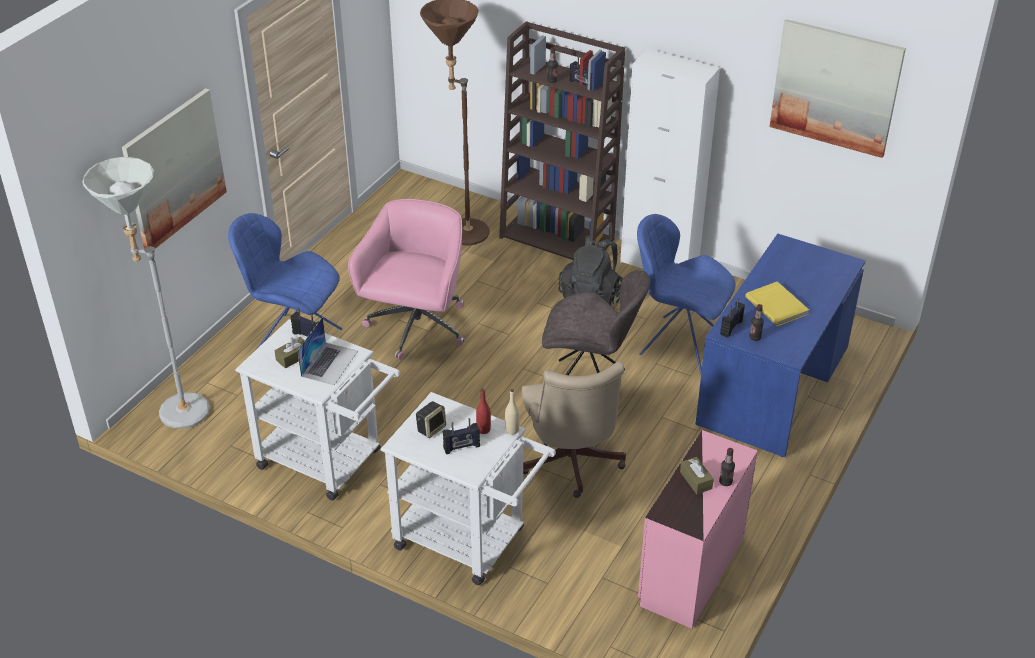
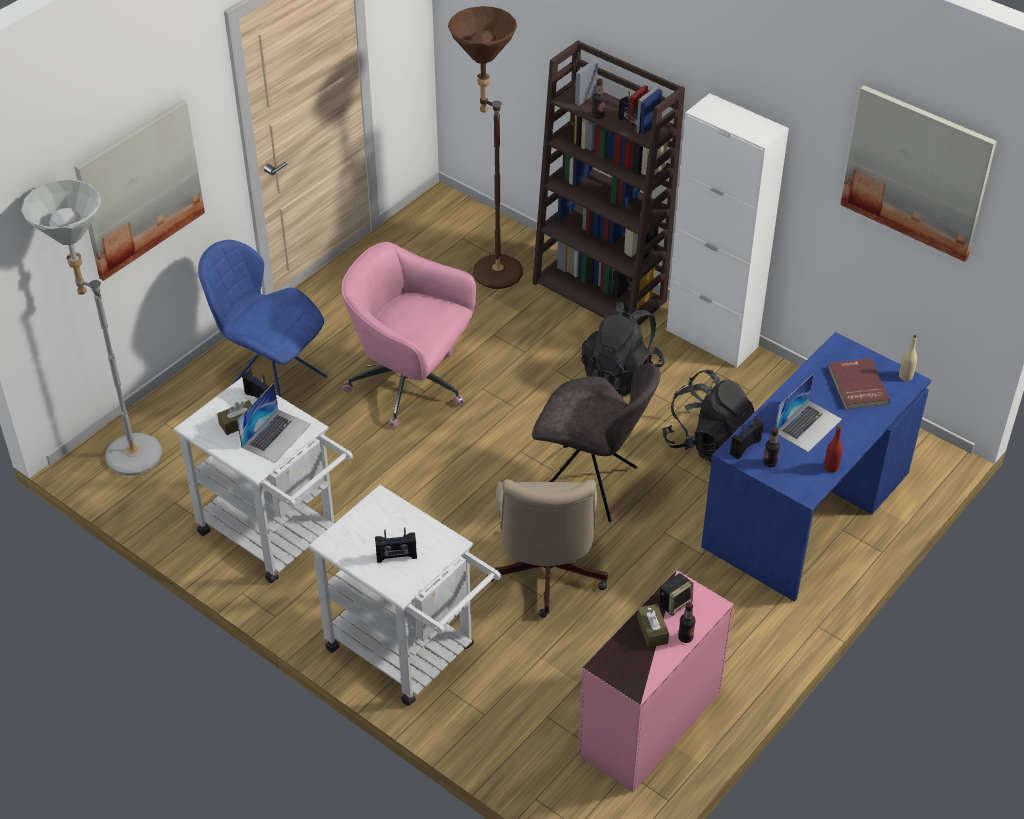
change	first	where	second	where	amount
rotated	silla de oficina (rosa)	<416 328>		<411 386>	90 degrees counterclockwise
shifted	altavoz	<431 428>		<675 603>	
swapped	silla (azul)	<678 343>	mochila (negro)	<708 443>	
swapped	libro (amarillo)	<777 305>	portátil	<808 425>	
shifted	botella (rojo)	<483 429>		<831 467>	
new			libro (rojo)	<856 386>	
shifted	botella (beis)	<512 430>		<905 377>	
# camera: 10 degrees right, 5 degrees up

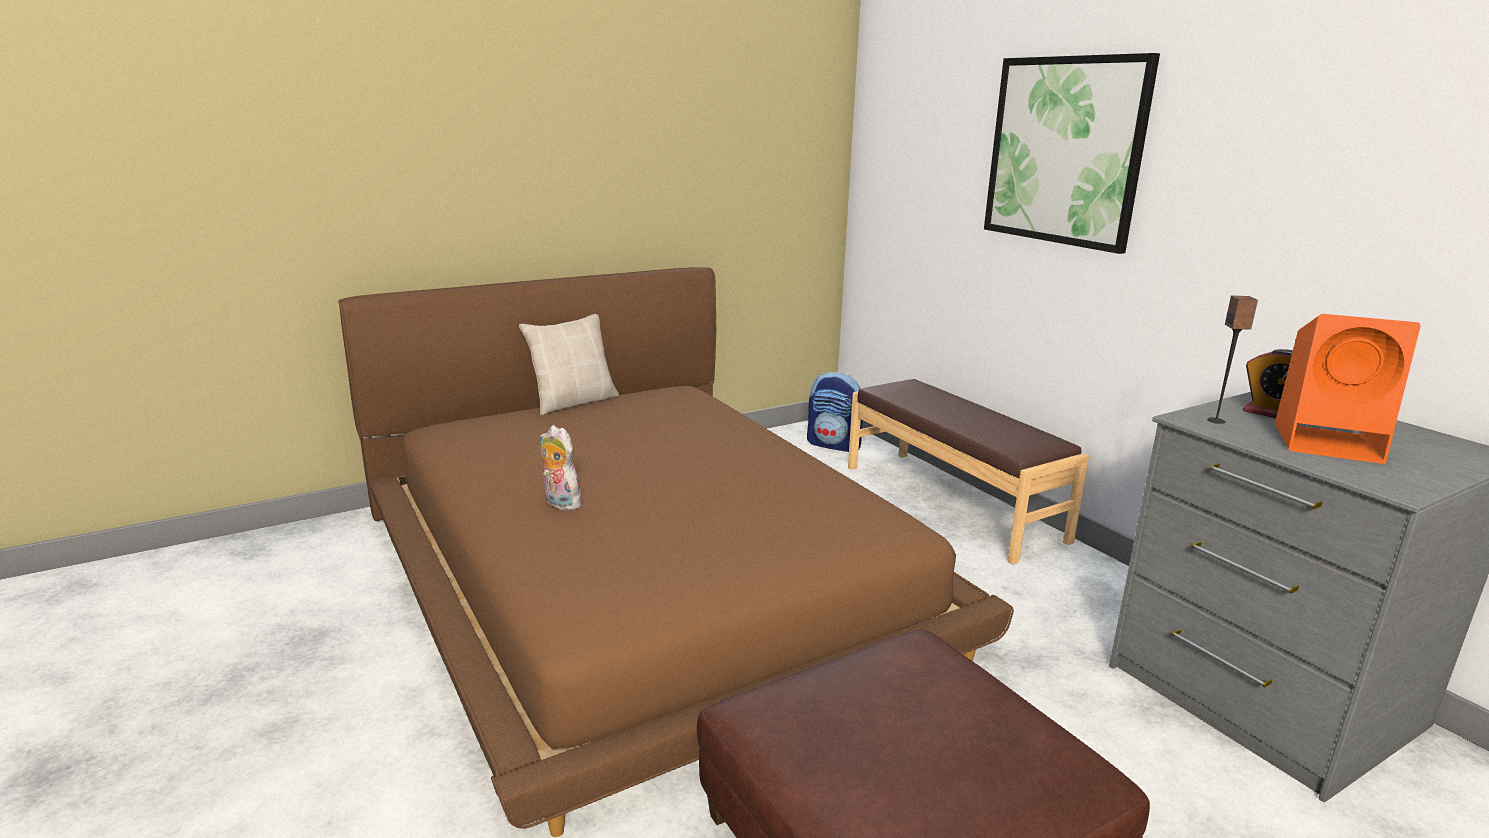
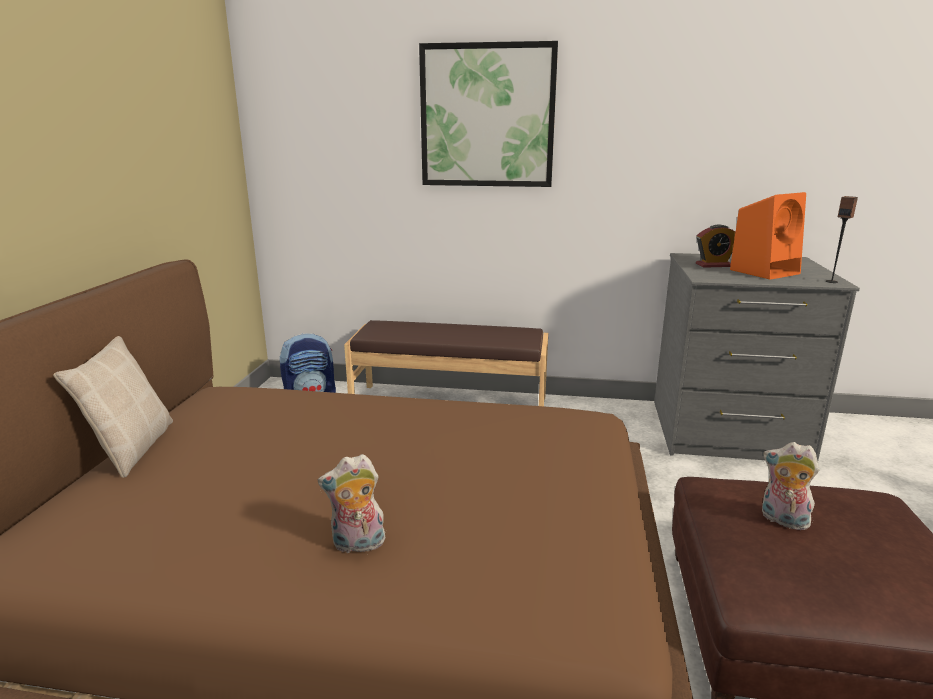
change	first	where	second	where	amount
new			peluche	<782 520>	
shifted	altavoz	<1216 421>		<831 281>	
# camera: 50 degrees left, 0 degrees up

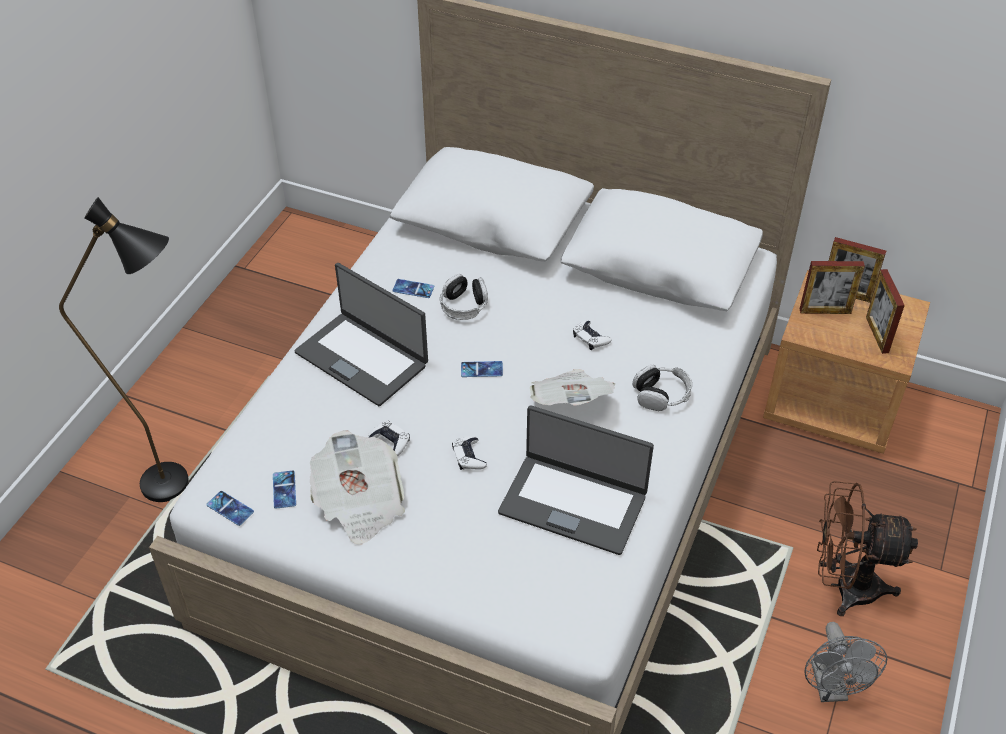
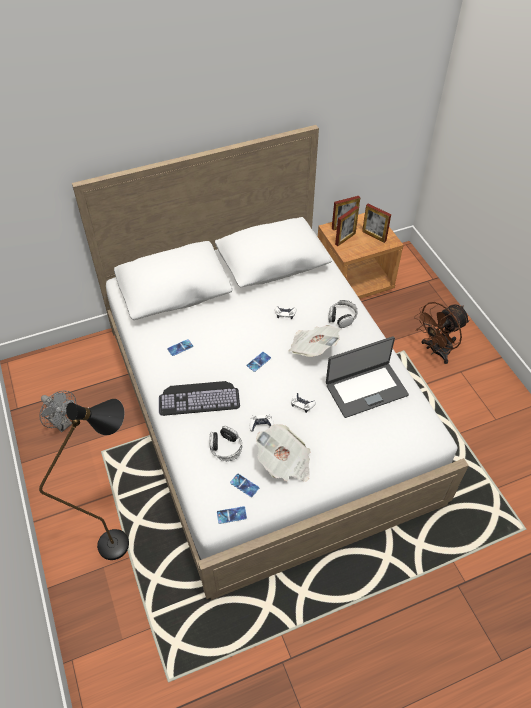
change	first	where	second	where	amount
shifted	ventilador (gris)	<831 689>		<63 424>	
swapped	portátil	<362 358>	teclado	<199 397>	
shifted	auriculares	<464 305>		<225 447>	
# camera: 45 degrees left, 5 degrees up

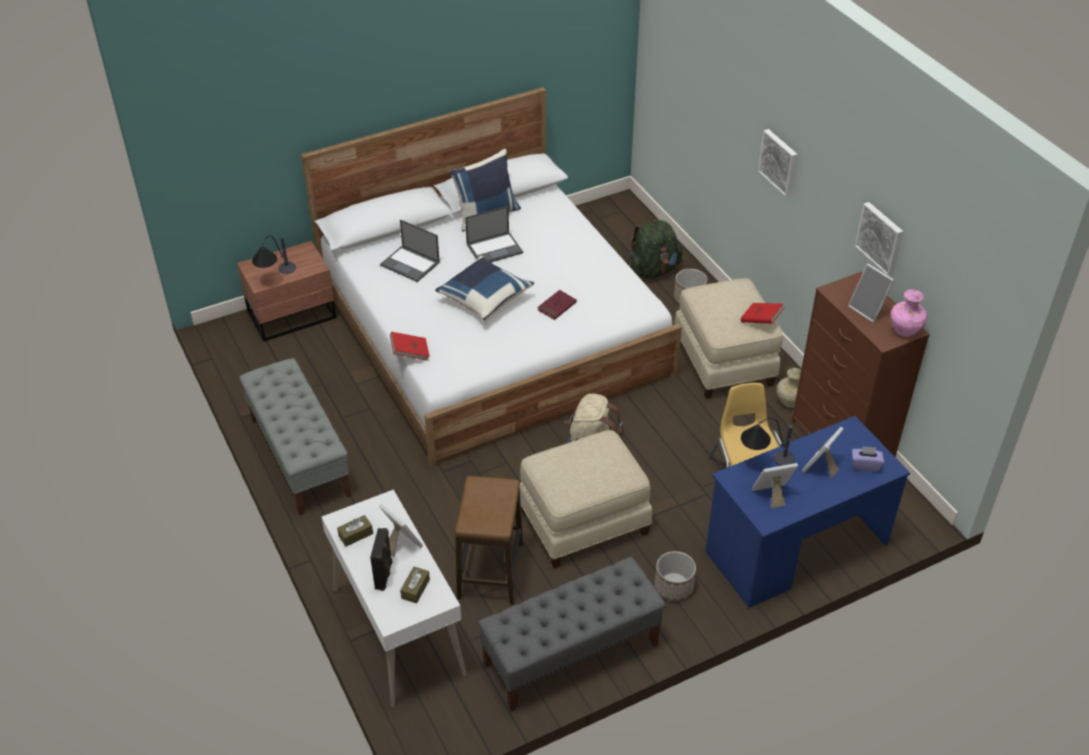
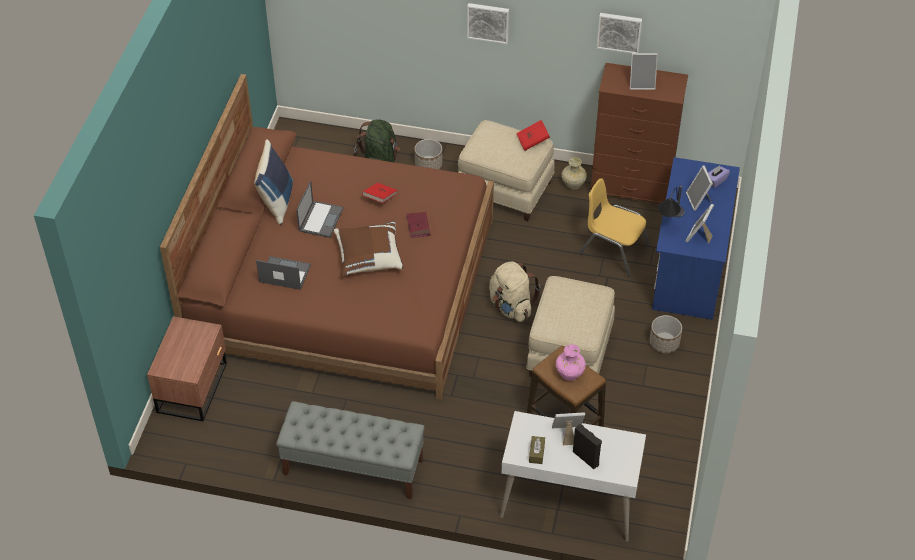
change	first	where	second	where	amount
repainted	cama (blanco)	<493 330>	cama (marrón)	<342 284>	
rotated	portátil	<410 264>		<284 273>	150 degrees counterclockwise
repainted	cojín (azul)	<484 299>	cojín (marrón)	<369 257>	
shifted	libro (rojo)	<410 353>		<379 198>	
shifted	florero (rosa)	<904 331>		<569 374>	
gone	lámpara de mesa	<276 278>			
gone	caja de pañuelos (marrón)	<415 589>			
gone	banco (gris)	<570 655>			
# camera: 50 degrees left, 5 degrees up

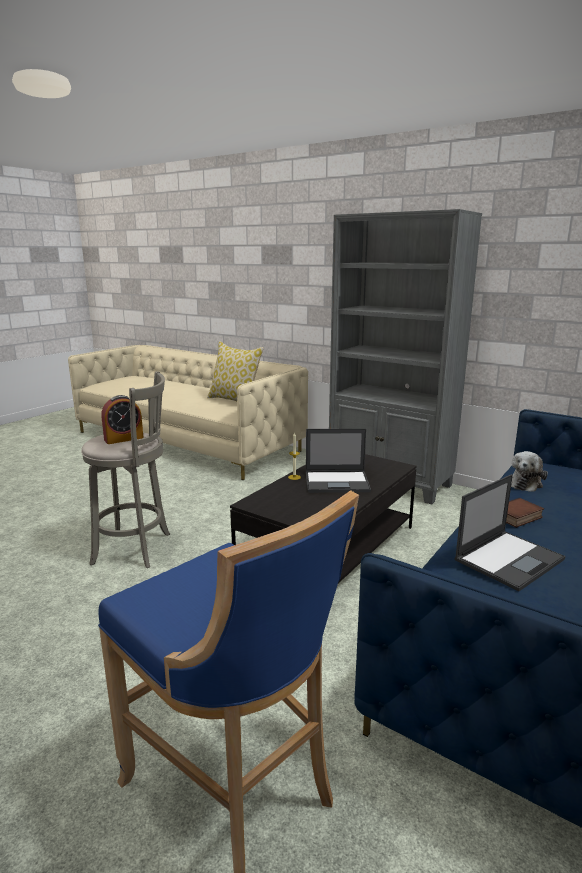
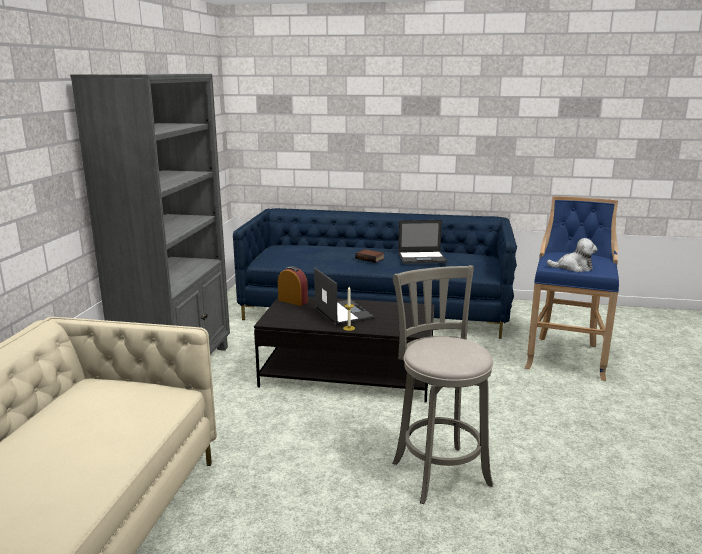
change	first	where	second	where	amount
shifted	despertador	<123 439>		<293 301>	
rotated	portátil	<509 559>		<422 258>	150 degrees clockwise
shifted	peluche	<525 483>		<573 267>	
gone	cojín	<235 401>			
# camera: 115 degrees left, 0 degrees up

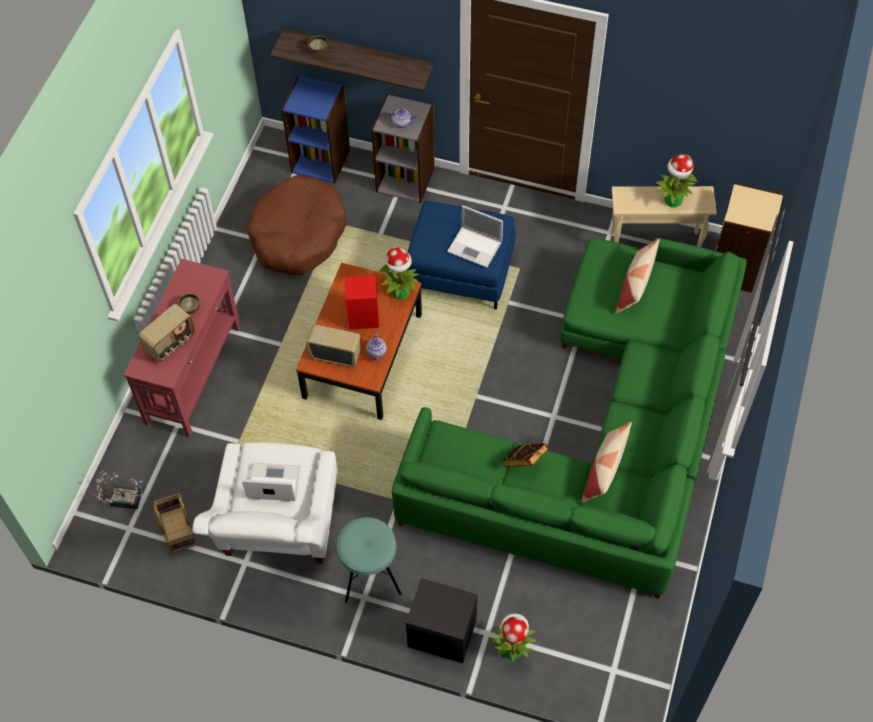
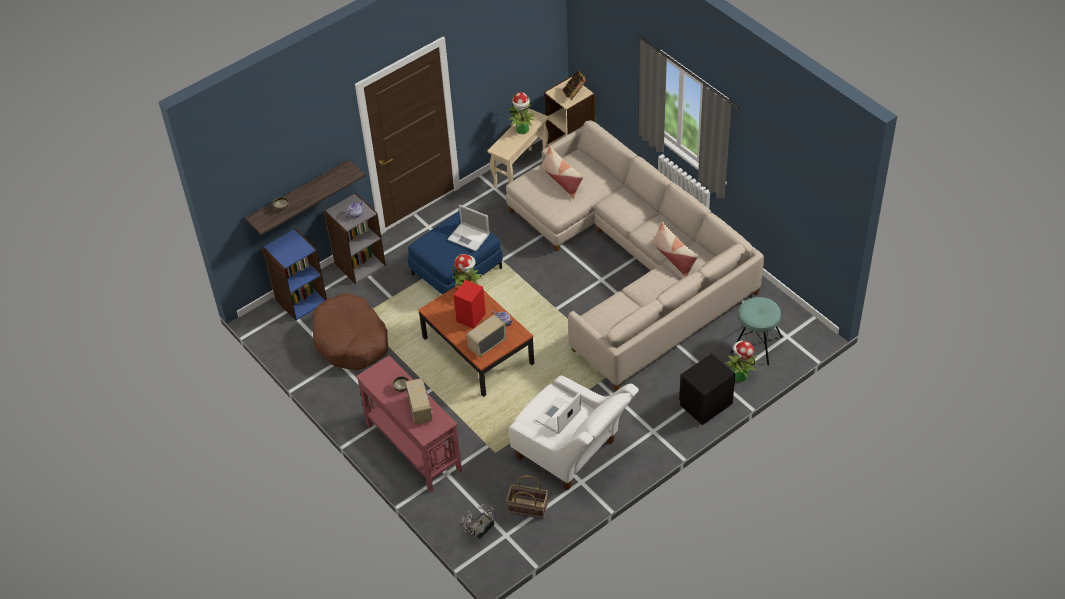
change	first	where	second	where	amount
rotated	portátil	<475 247>		<469 237>	60 degrees clockwise
repainted	sofá (verde)	<602 434>	sofá (beis)	<632 264>	
shifted	libro	<524 464>		<574 94>	
shifted	taburete (turquesa)	<370 572>		<756 345>	
# camera: 55 degrees left, 10 degrees down

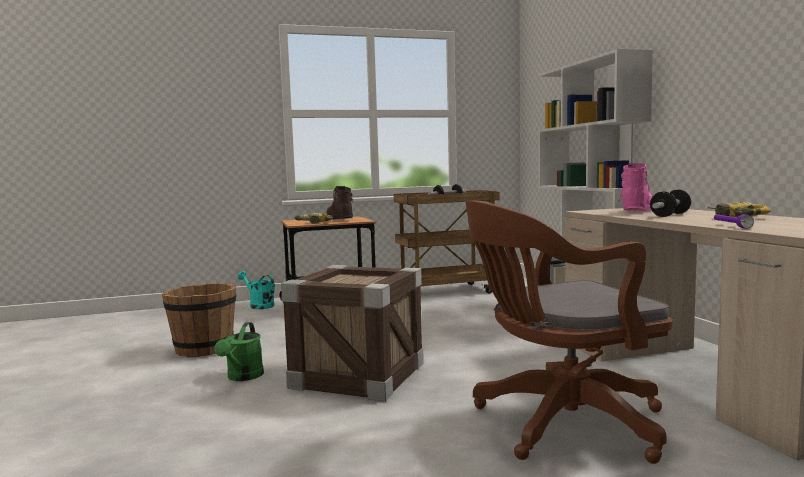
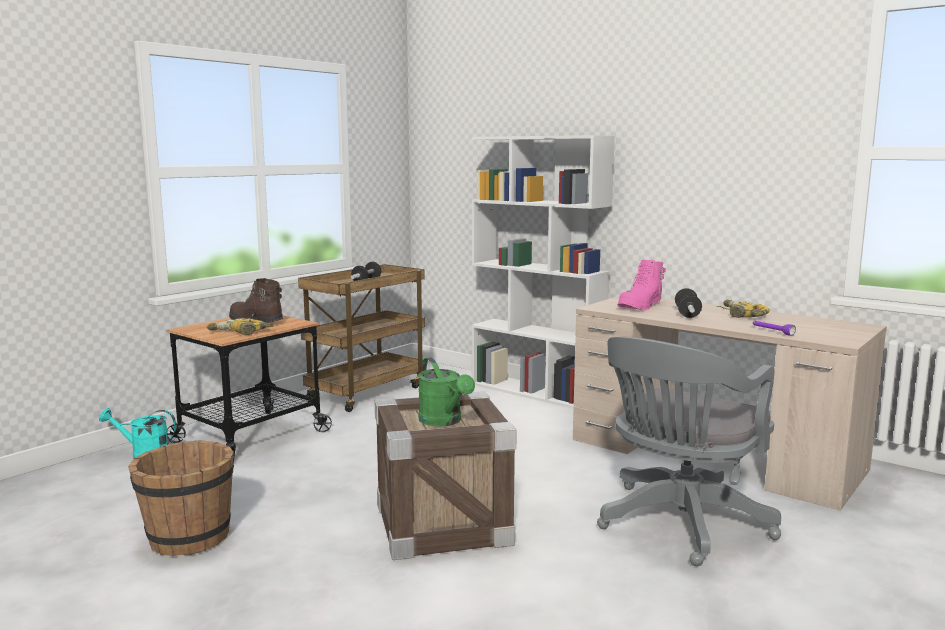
change	first	where	second	where	amount
shifted	regadera (verde)	<243 377>		<444 421>	
repainted	silla de oficina (marrón)	<560 424>	silla de oficina (gris)	<679 525>	
rotated	bota (rosa)	<636 211>		<641 306>	135 degrees counterclockwise
# camera: 35 degrees left, 5 degrees up

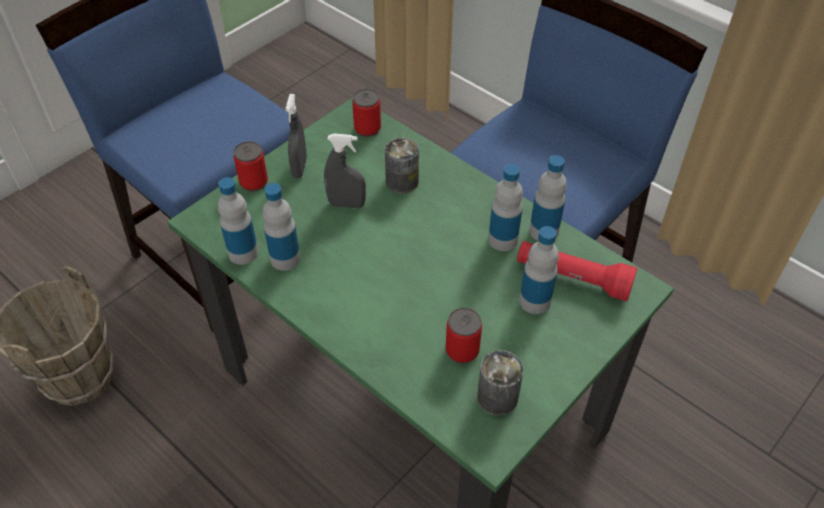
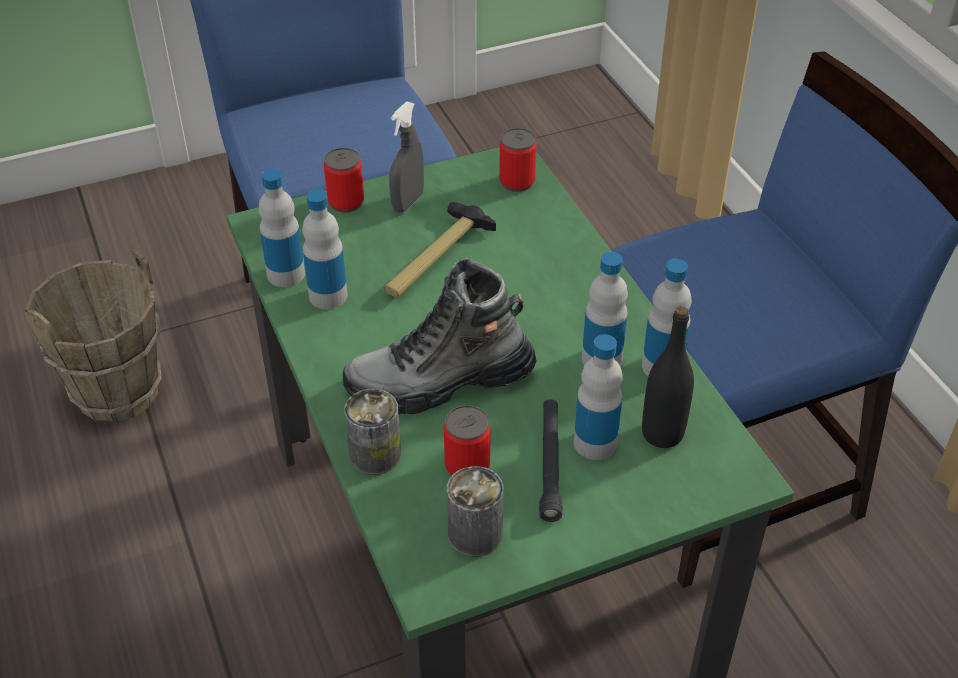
change	first	where	second	where	amount
new			bota	<440 382>	
shifted	lata	<402 181>		<375 454>	
swapped	pulverizador (gris)	<346 204>	martillo	<436 259>	
new			linterna (negro)	<550 464>	
swapped	linterna (rojo)	<572 278>	botella (negro)	<662 434>	
# camera: 25 degrees right, 5 degrees down

